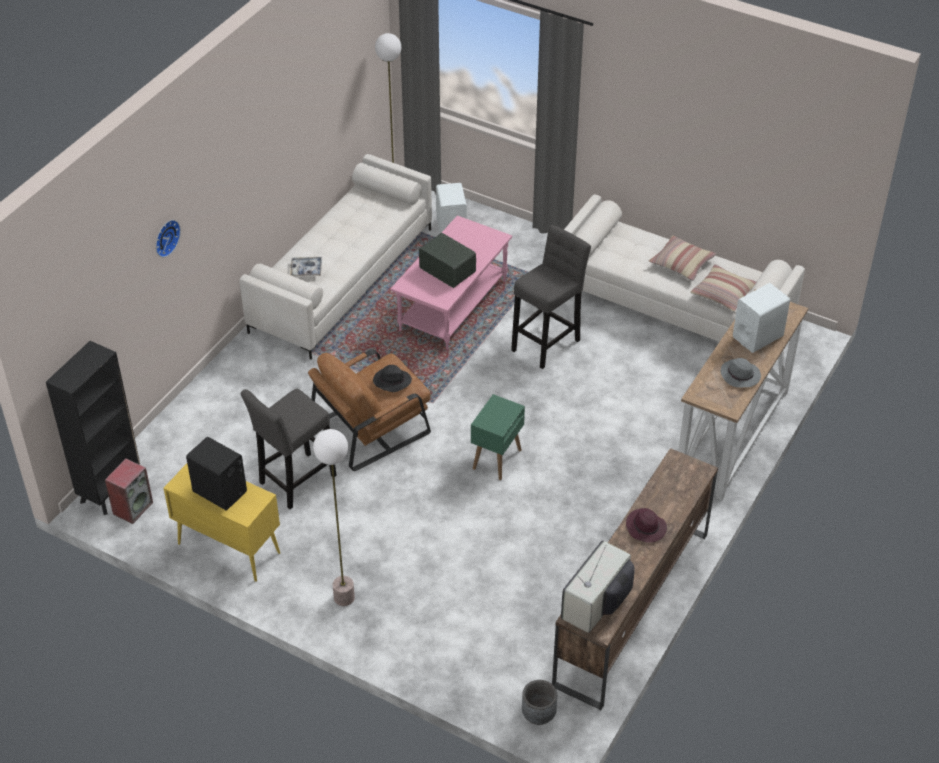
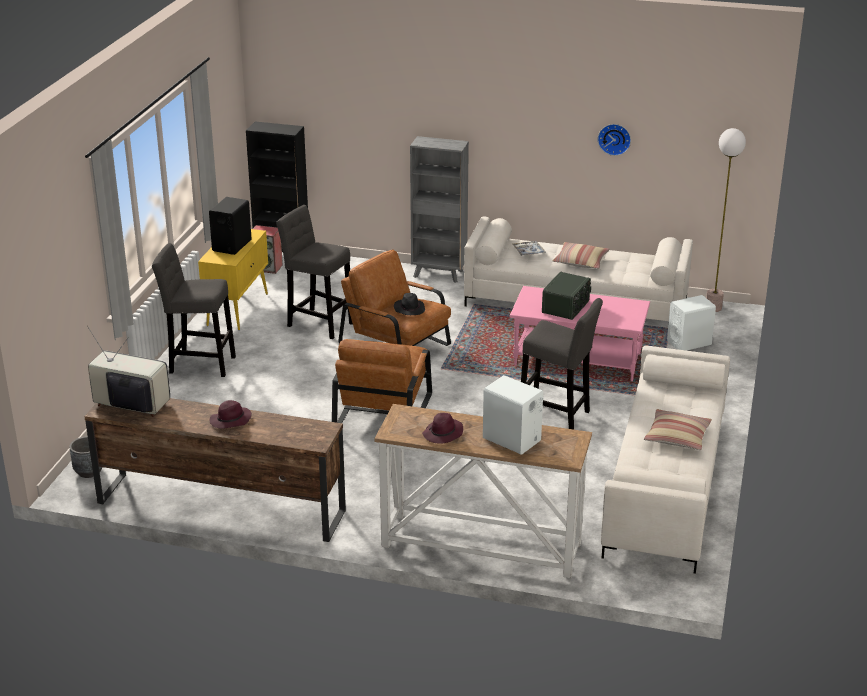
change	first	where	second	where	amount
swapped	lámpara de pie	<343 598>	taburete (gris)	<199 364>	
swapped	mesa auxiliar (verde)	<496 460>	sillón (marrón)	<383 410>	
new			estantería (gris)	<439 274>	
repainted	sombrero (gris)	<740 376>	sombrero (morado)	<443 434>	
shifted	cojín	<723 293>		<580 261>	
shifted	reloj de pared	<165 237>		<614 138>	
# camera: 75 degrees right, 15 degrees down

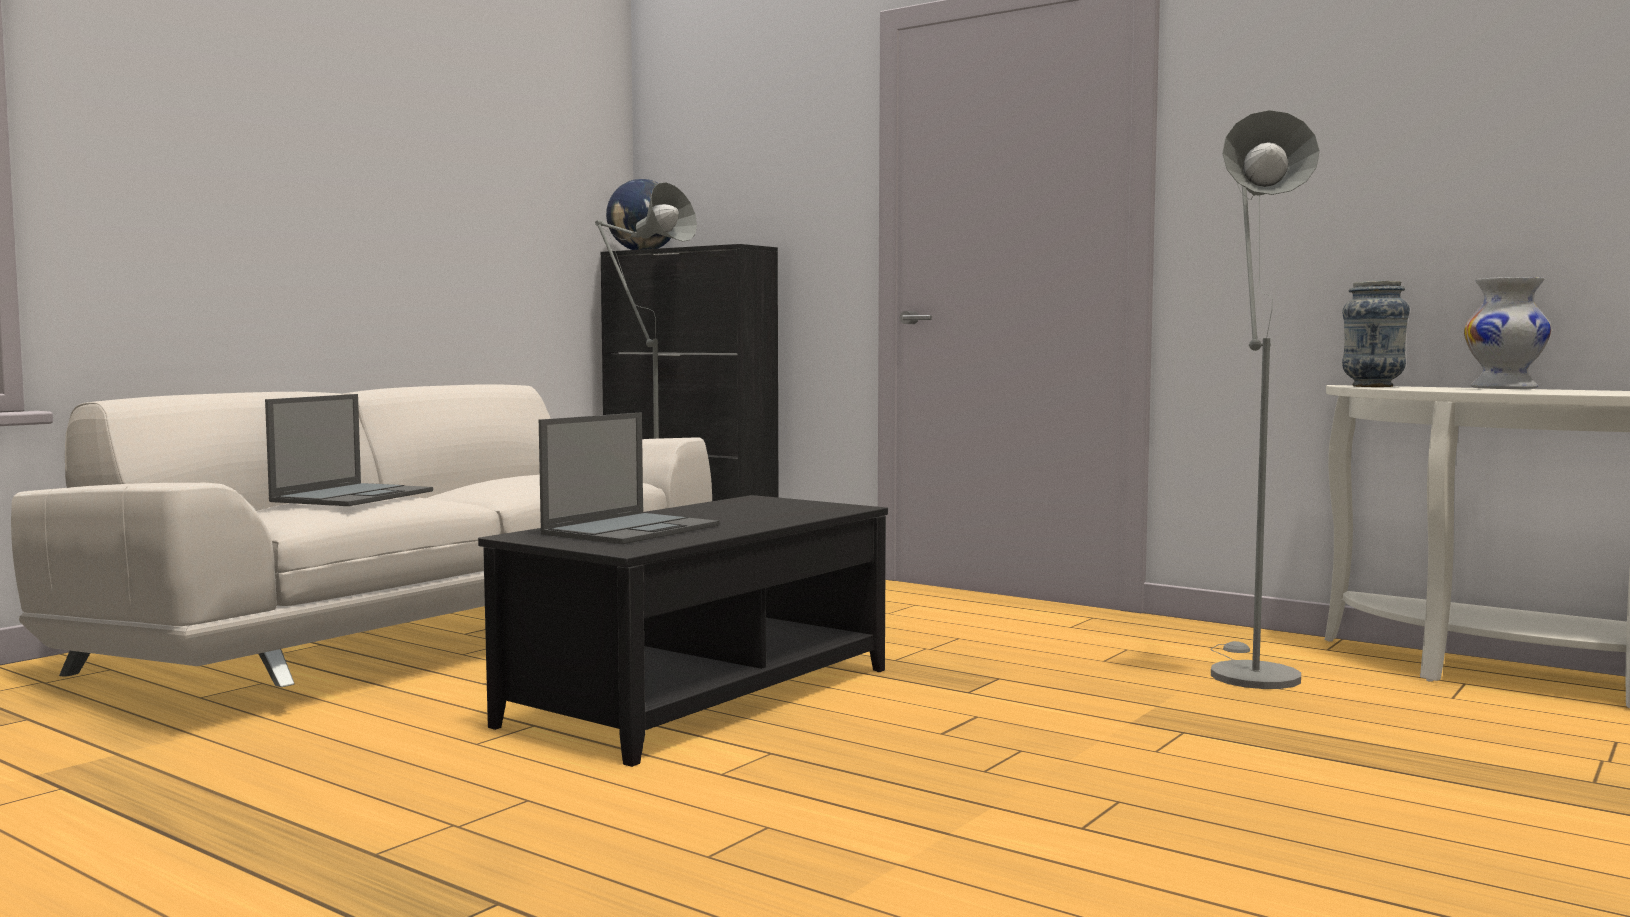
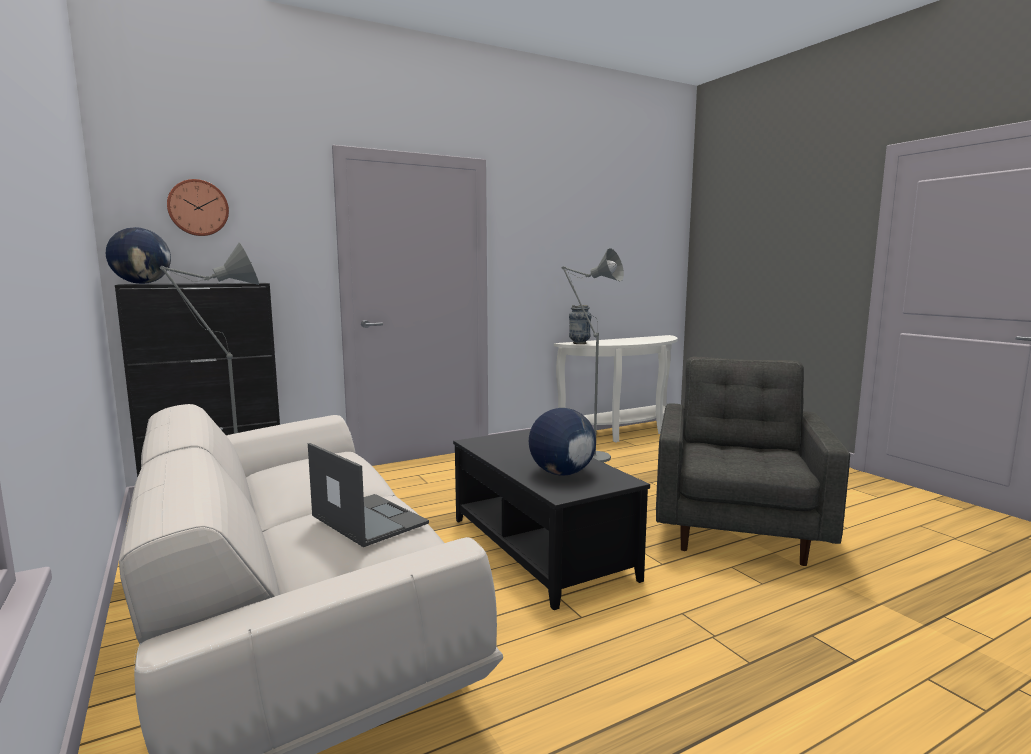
change	first	where	second	where	amount
new			reloj de pared	<198 208>	
swapped	portátil	<632 529>	globo terráqueo	<561 473>	
new			sillón (gris)	<738 529>	
gone	florero (blanco)	<1502 388>			
# camera: 65 degrees left, 5 degrees up

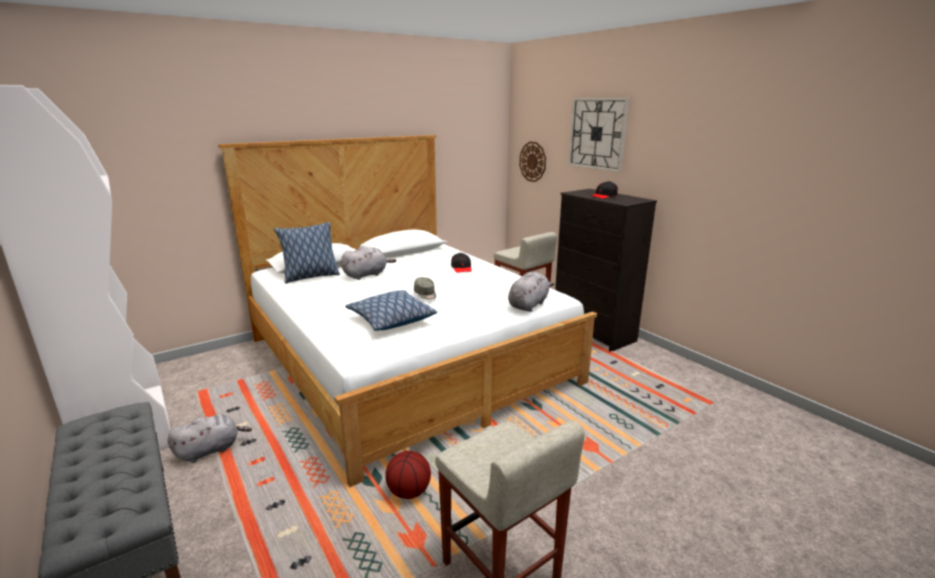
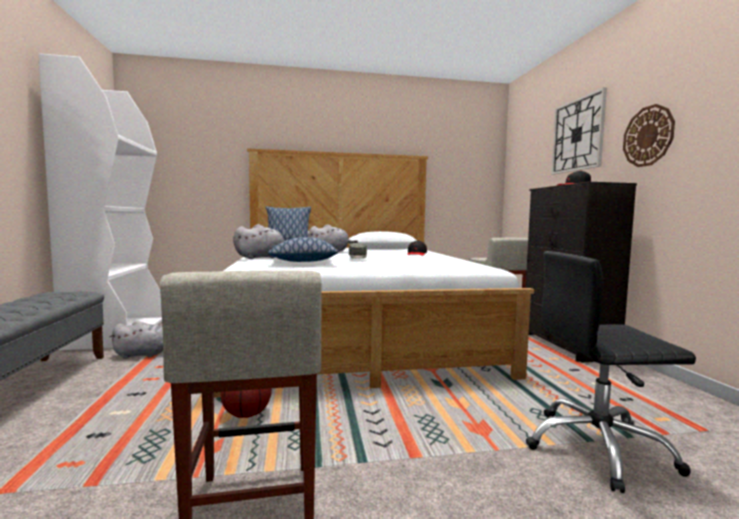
change	first	where	second	where	amount
shifted	peluche (gris)	<529 304>		<262 258>	
new			silla de oficina (negro)	<598 448>	
shifted	reloj de pared	<533 161>		<648 136>	
# camera: 25 degrees right, 15 degrees down

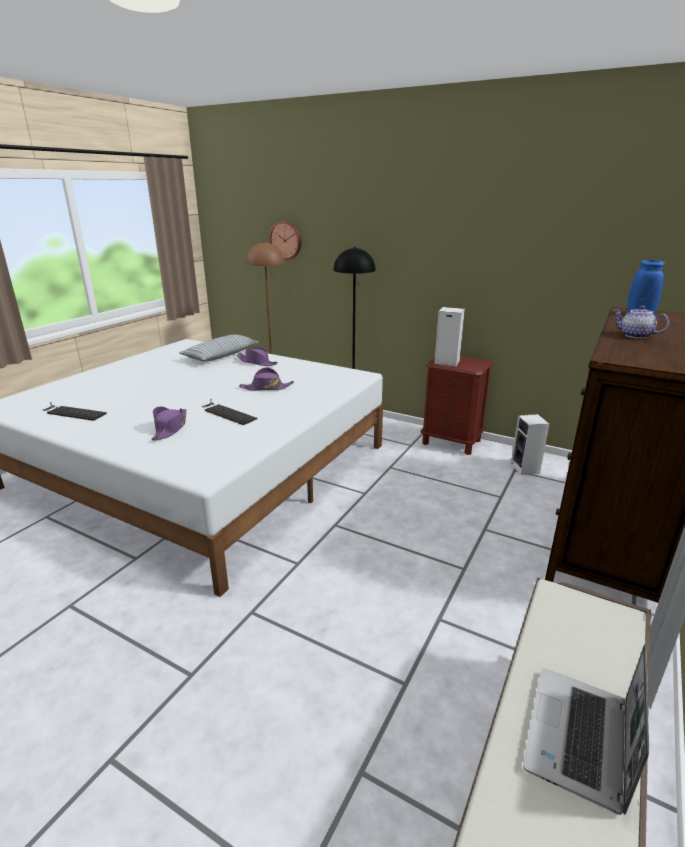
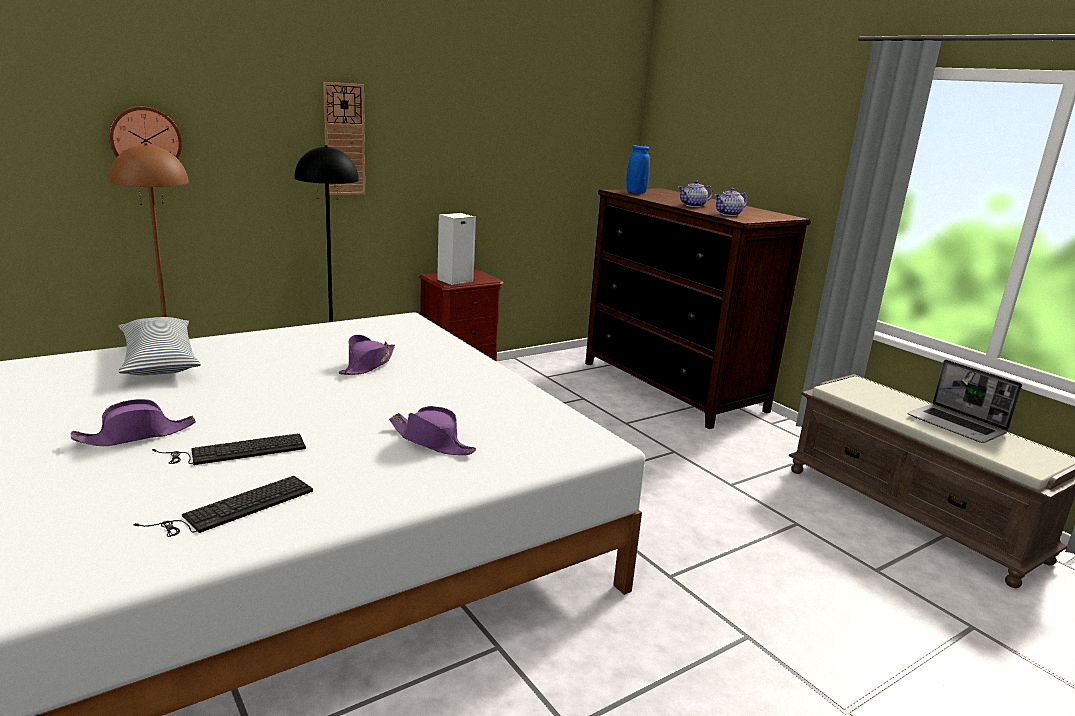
change	first	where	second	where	amount
shifted	sombrero (morado)	<257 362>		<136 435>	
shifted	teclado	<226 412>		<234 451>	
new			reloj de pared	<344 140>	
new			tetera	<728 214>	
gone	altavoz	<526 469>			
# camera: 65 degrees left, 5 degrees down

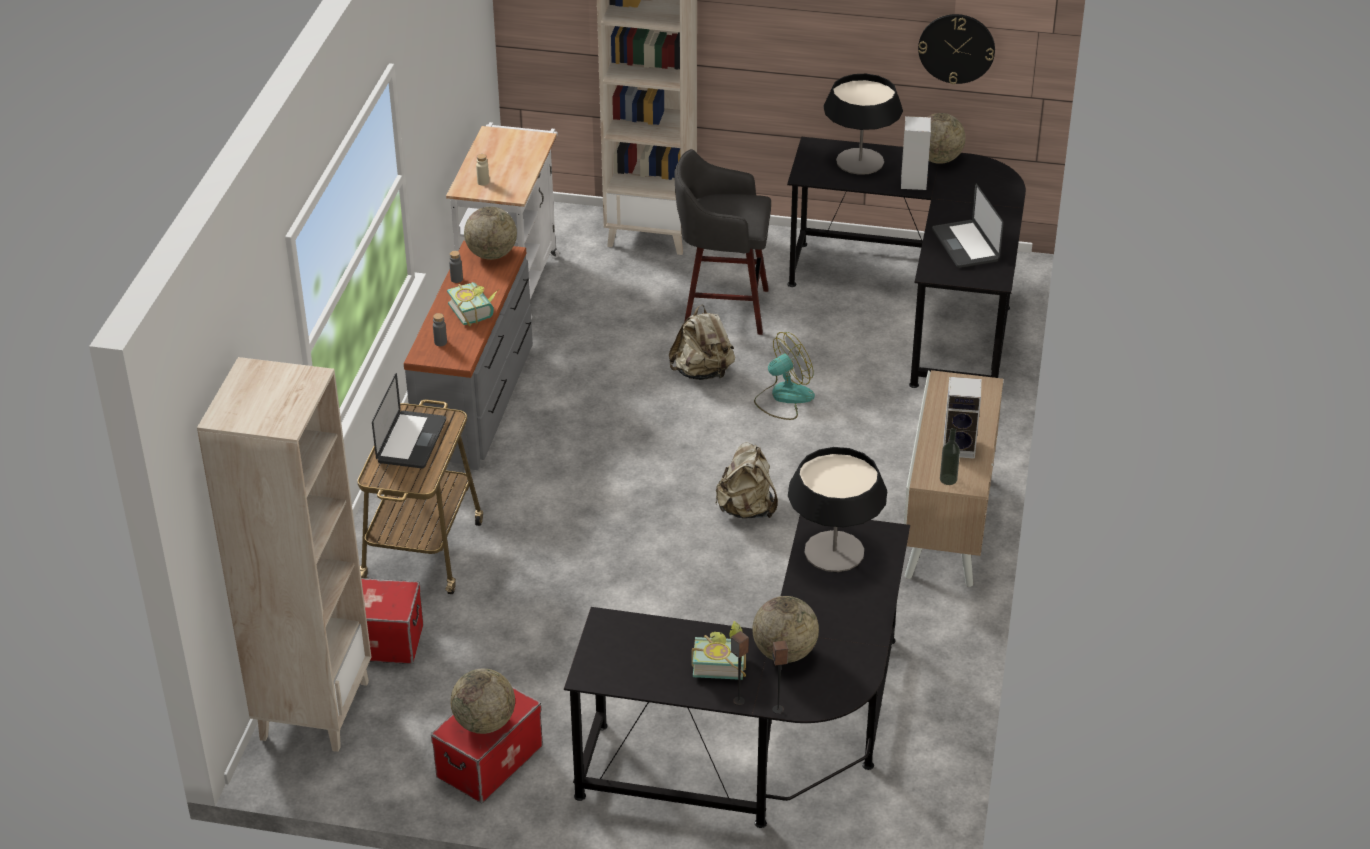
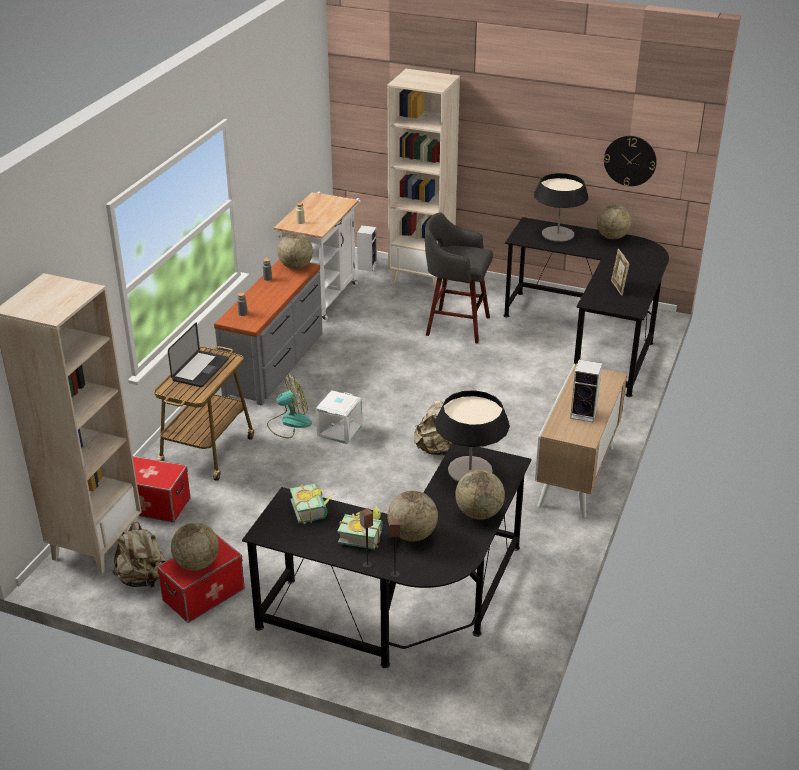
change	first	where	second	where	amount
shifted	mochila (beis)	<703 372>		<142 579>	
shifted	ventilador	<783 398>		<289 423>	
shifted	libro	<475 311>		<313 510>	
new			caja de almacenaje (blanco)	<339 430>	
shifted	altavoz	<913 181>		<367 266>	
new			globo terráqueo	<479 513>	
swapped	portátil	<965 245>	portarretratos	<618 288>	
gone	botella	<948 479>			
# camera: 10 degrees right, 5 degrees down

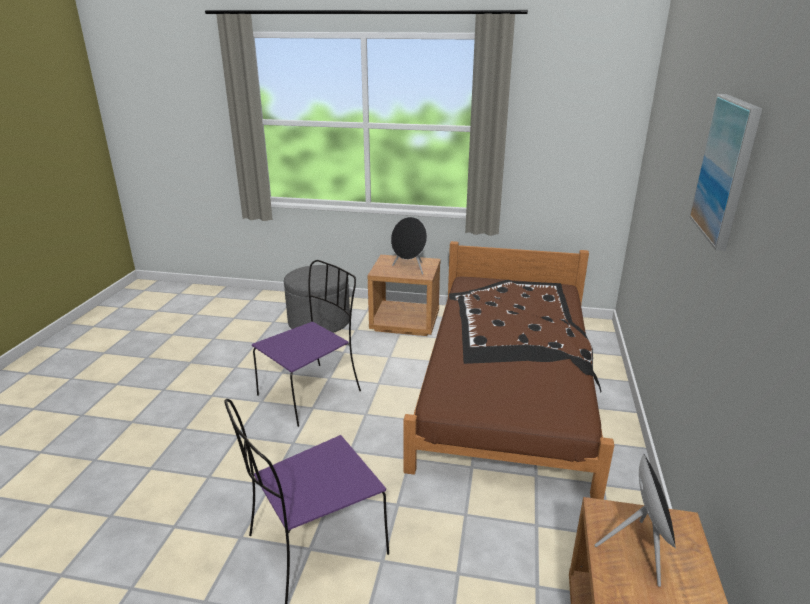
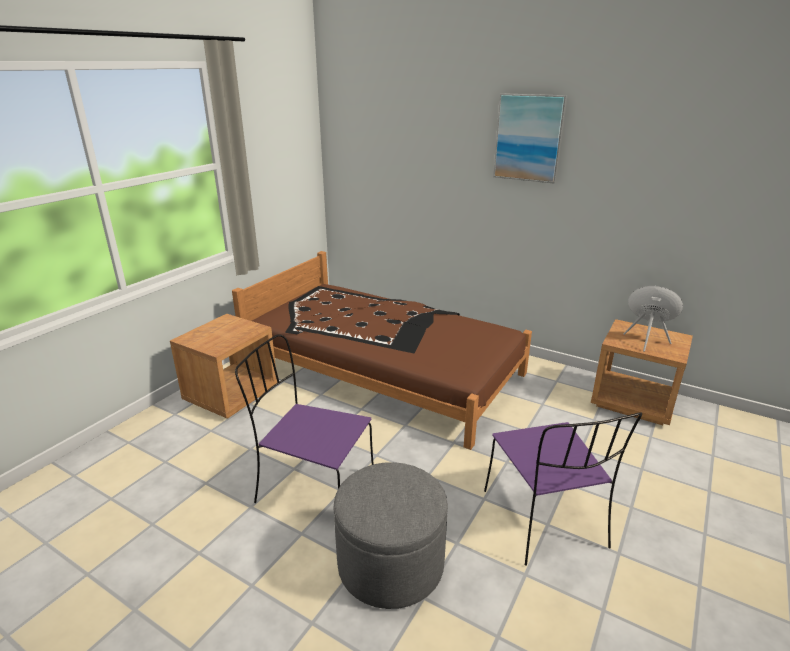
change	first	where	second	where	amount
rotated	silla (morado)	<311 392>		<313 487>	45 degrees counterclockwise
shifted	puf (gris)	<319 322>		<390 563>	
gone	altavoz (negro)	<410 269>			
# camera: 70 degrees left, 0 degrees up

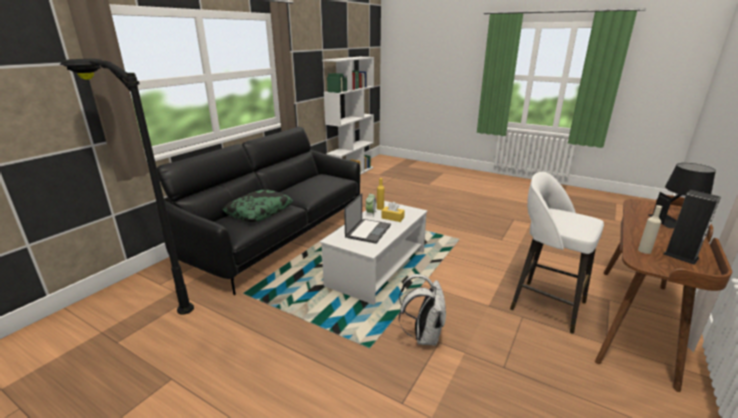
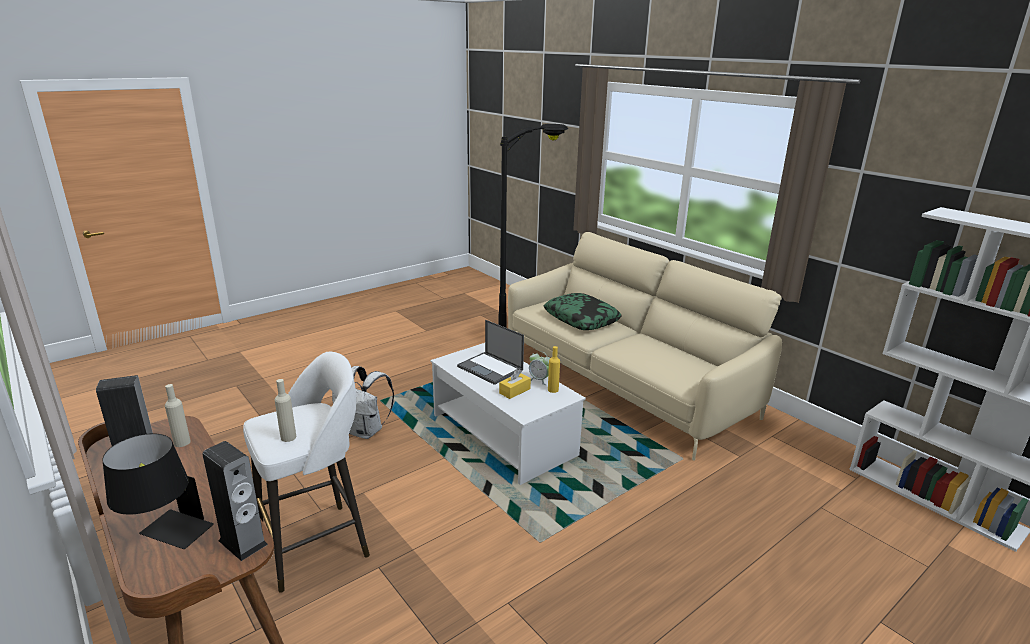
change	first	where	second	where	amount
new			altavoz	<243 542>	
new			botella (beis)	<288 437>	
repainted	sofá (negro)	<279 235>	sofá (beis)	<624 383>	
# camera: 110 degrees right, 0 degrees up

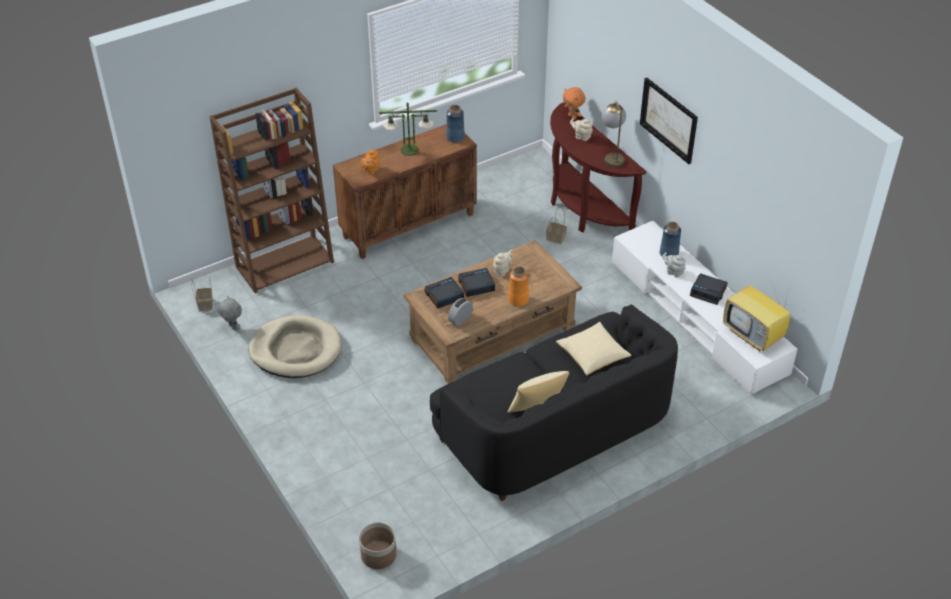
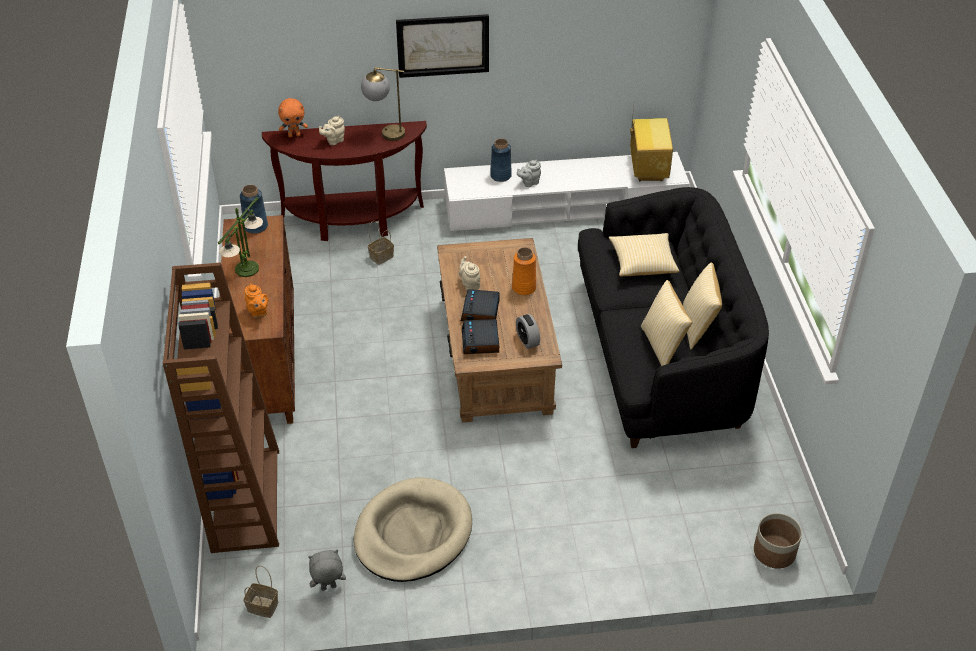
change	first	where	second	where	amount
rotated	televisor	<754 336>		<647 169>	75 degrees counterclockwise
new			cojín	<663 346>	
gone	despertador	<708 292>			
# camera: 65 degrees left, 0 degrees up

